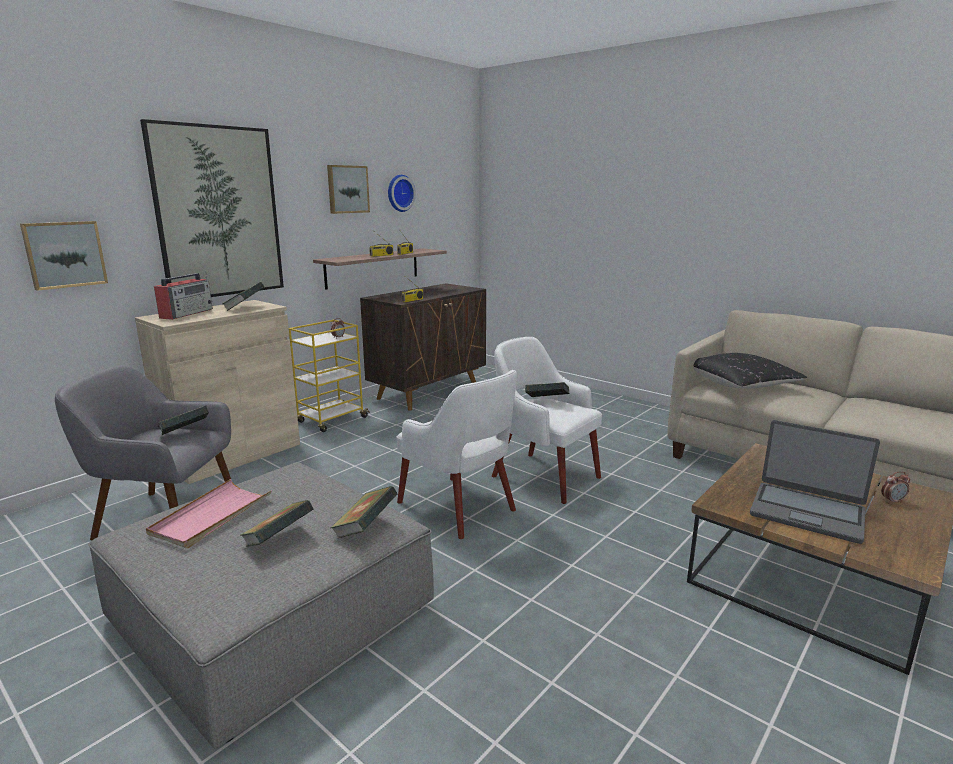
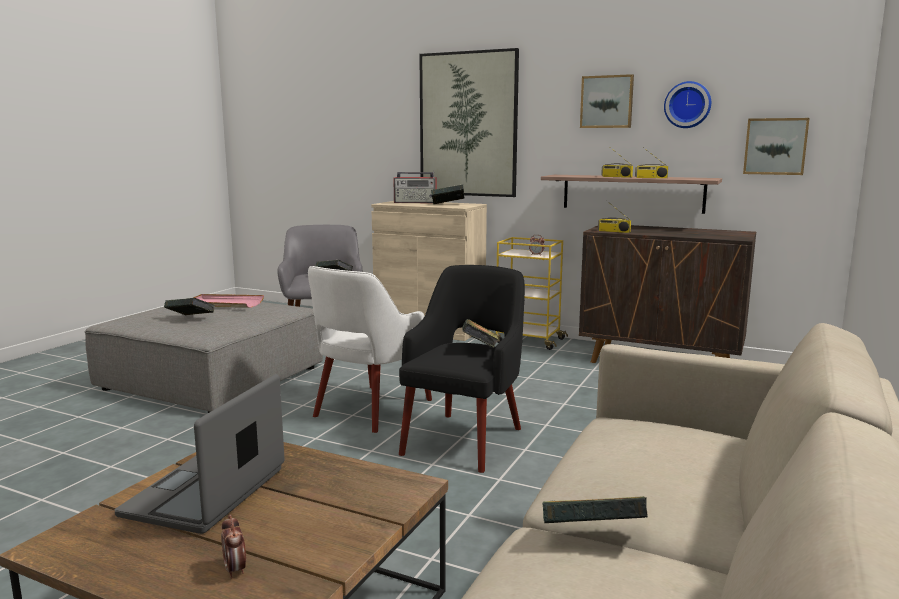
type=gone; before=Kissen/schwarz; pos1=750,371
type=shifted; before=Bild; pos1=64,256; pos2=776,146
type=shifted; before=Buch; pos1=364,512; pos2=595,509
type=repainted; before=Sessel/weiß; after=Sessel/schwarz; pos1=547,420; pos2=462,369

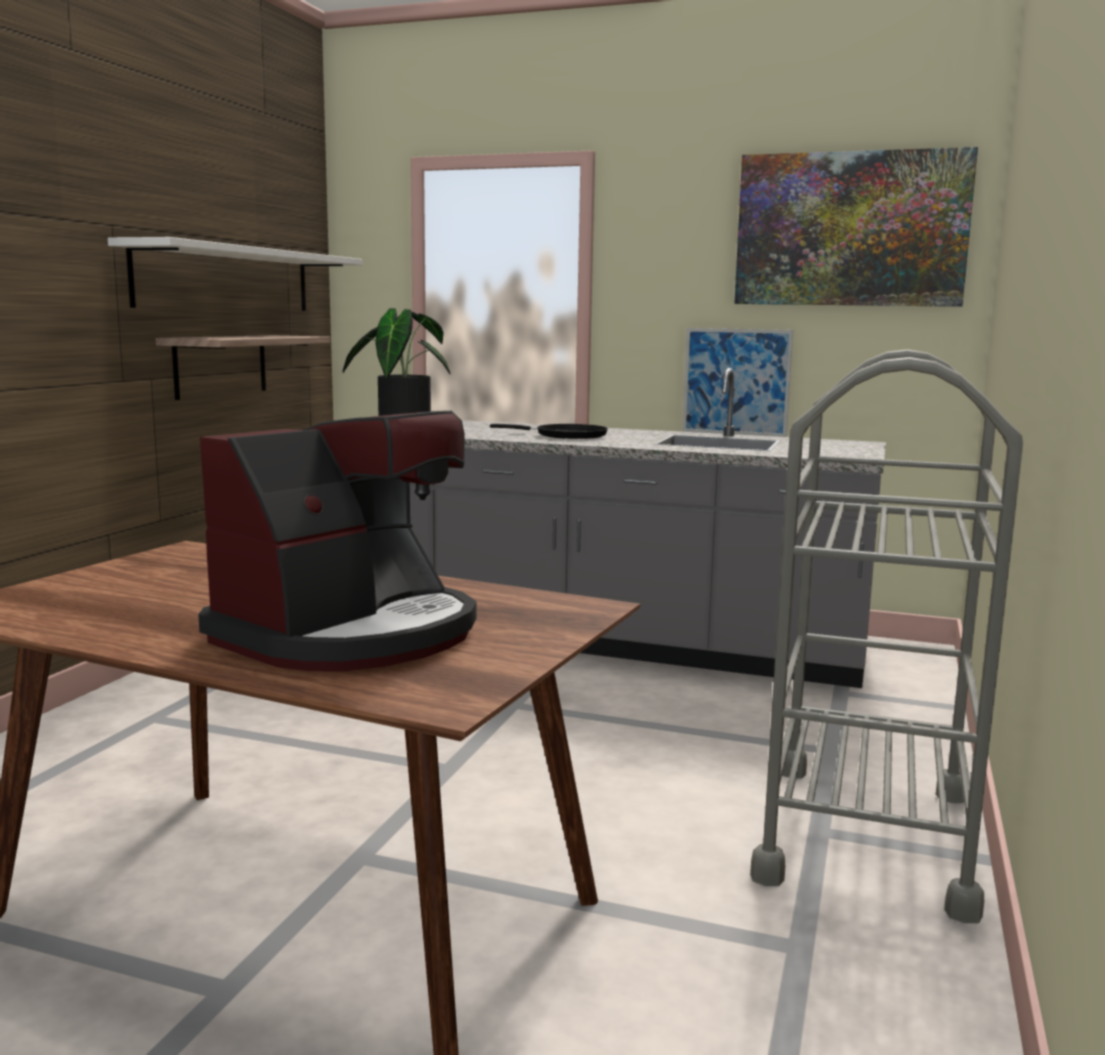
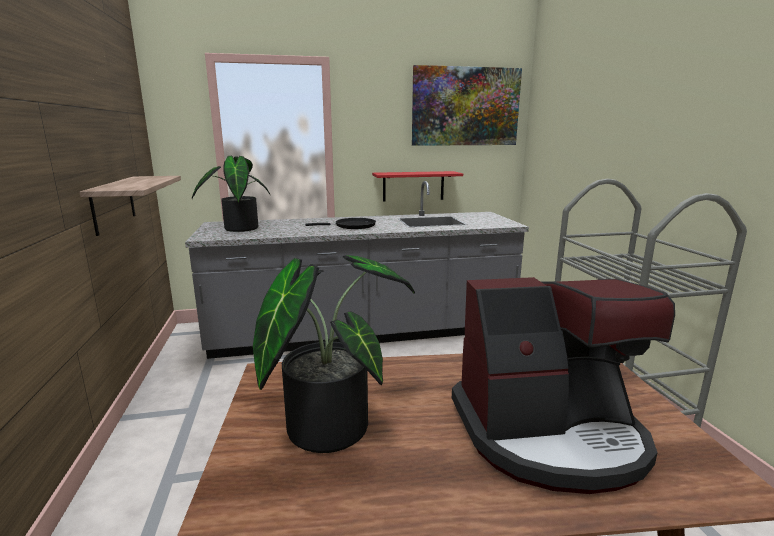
type=gone; before=Wandregal/weiß; pos1=235,274
type=new; after=Topfpflanze; pos2=334,354
type=swapped; before=Bild; after=Wandregal/rot; pos1=737,382; pos2=417,186
type=rotated; before=Kaffeemaschine; pos1=337,541; pos2=563,385; turn=75

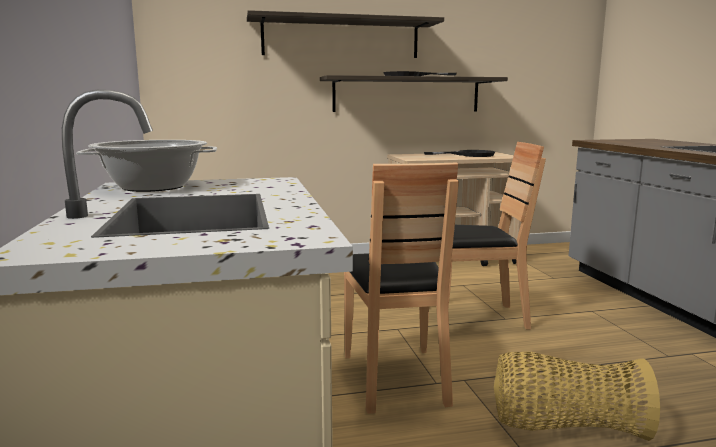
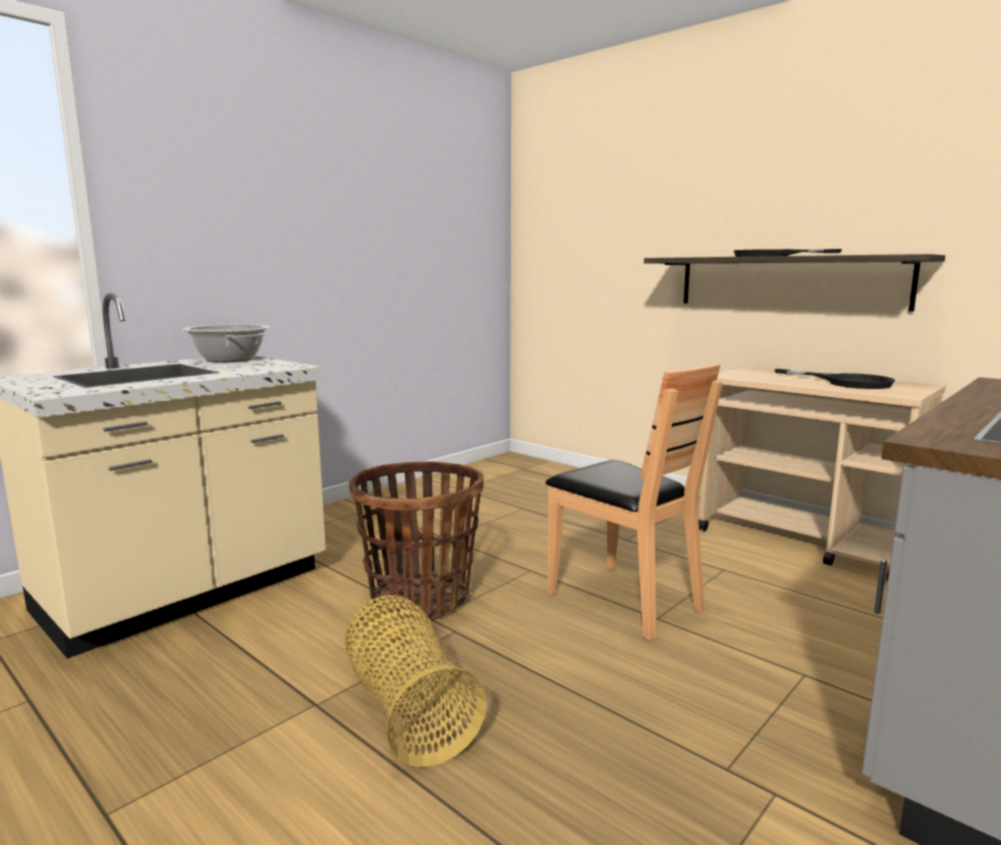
type=gone; before=Wandregal; pos1=345,34
type=swapped; before=Stuhl/braun; after=Korb; pos1=401,288; pos2=416,541

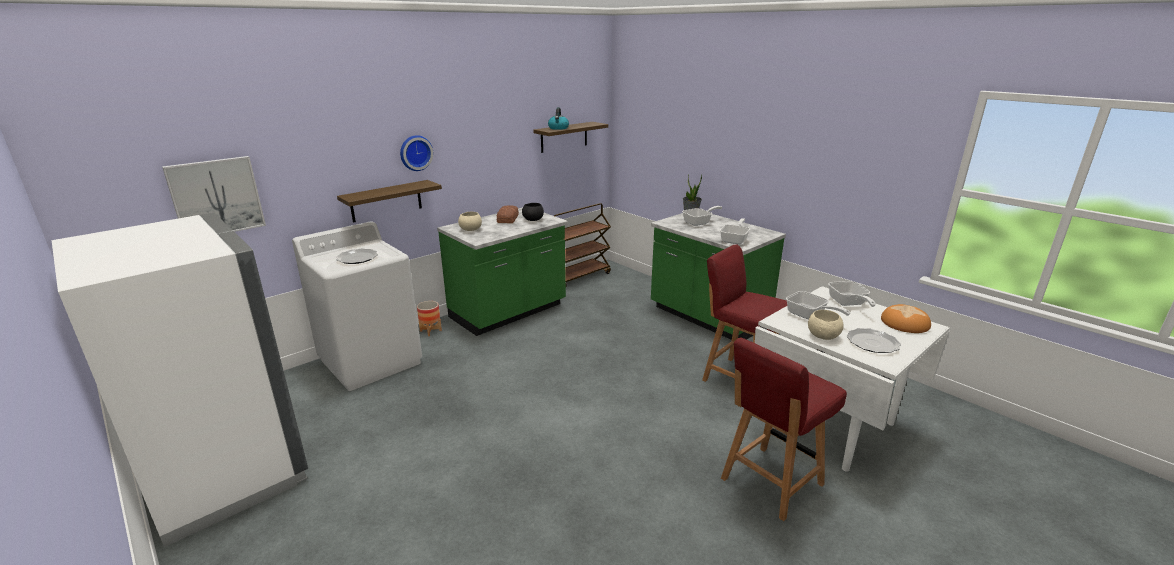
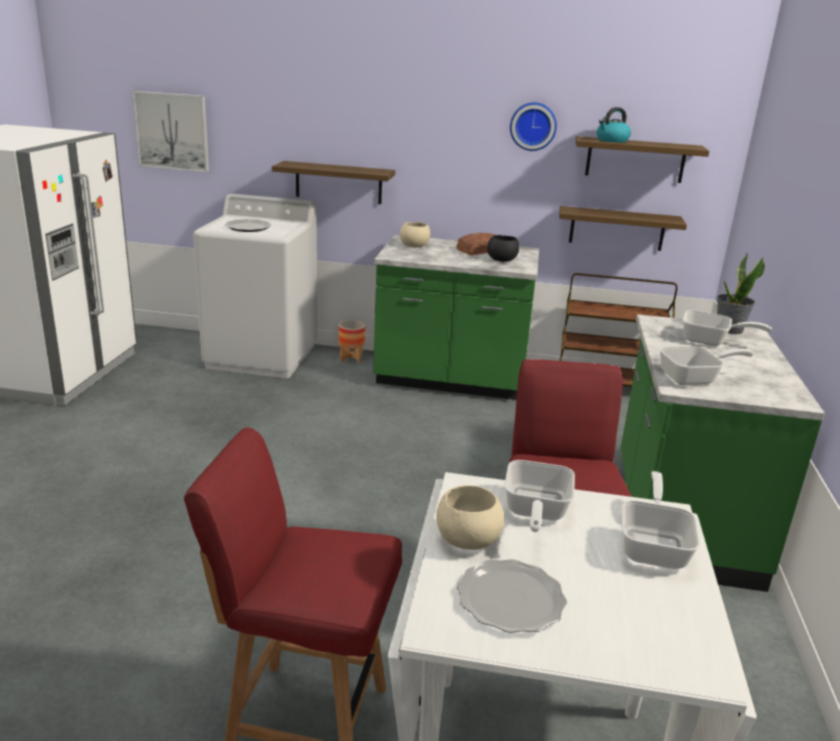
type=gone; before=Brot; pos1=906,318
type=new; after=Wandregal; pos2=623,228
type=shifted; before=Wanduhr; pos1=416,153; pos2=533,126
type=rotated; before=Pfanne; pos1=852,294; pos2=661,520; turn=150

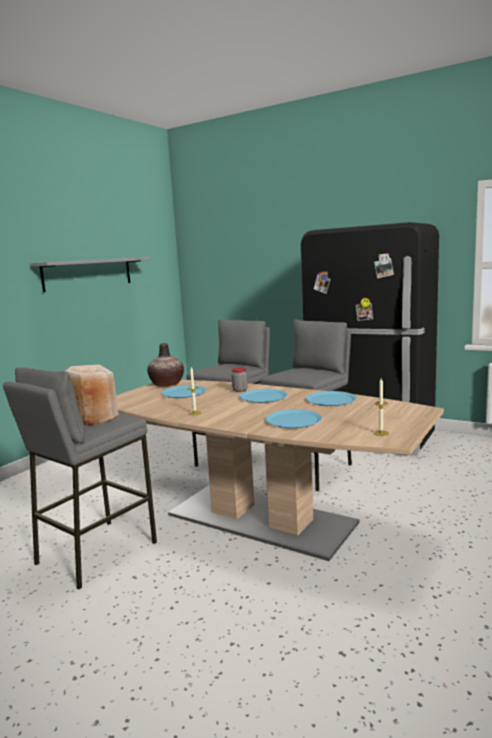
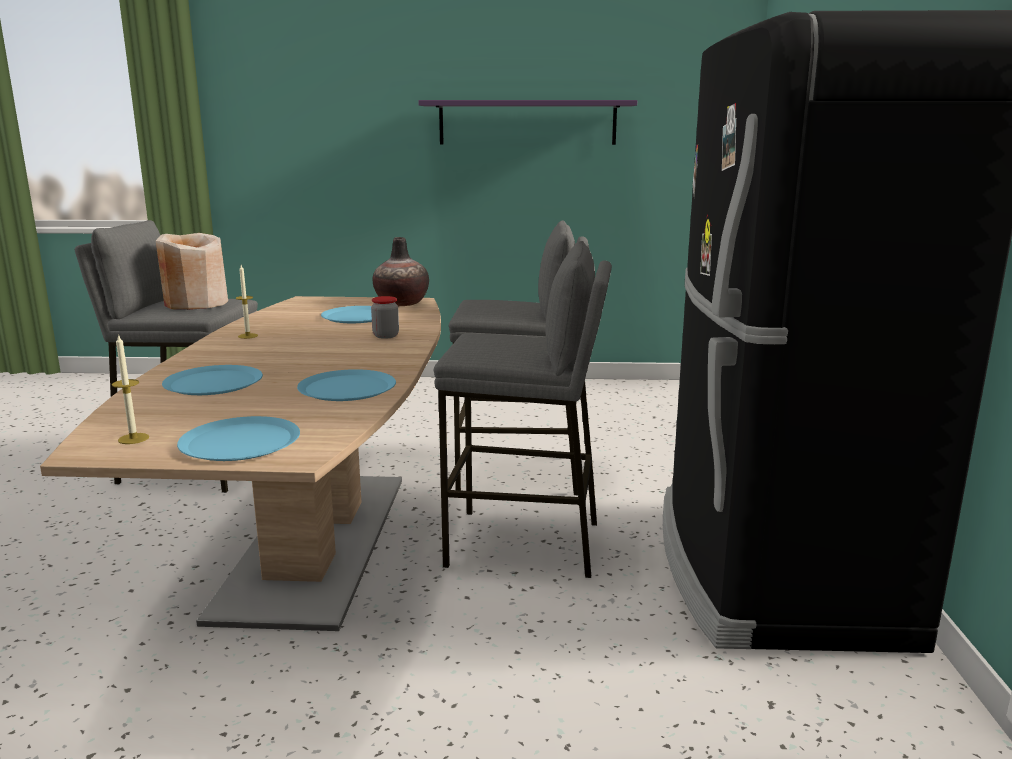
type=shifted; before=Teller/blau; pos1=263,396; pos2=238,438
type=repainted; before=Wandregal/grau; after=Wandregal/lila; pos1=90,274; pos2=527,122

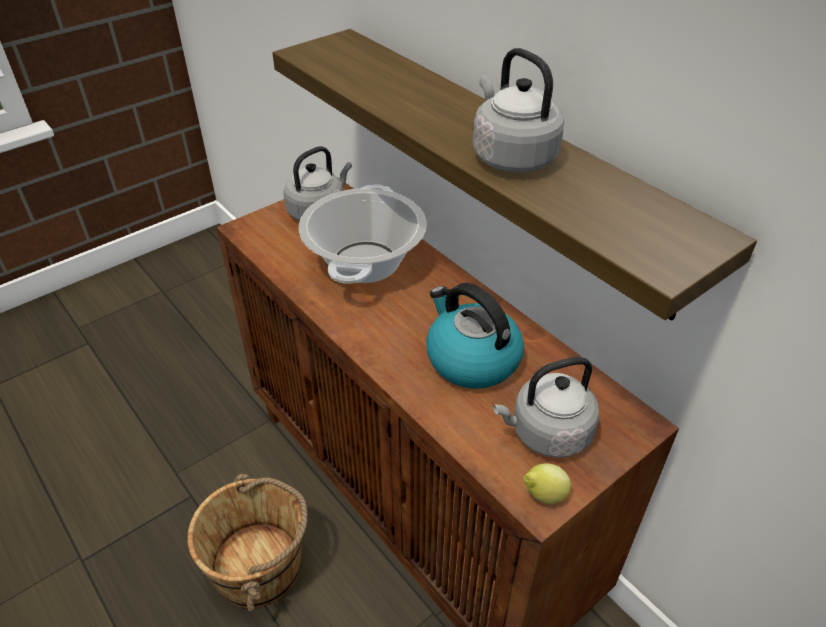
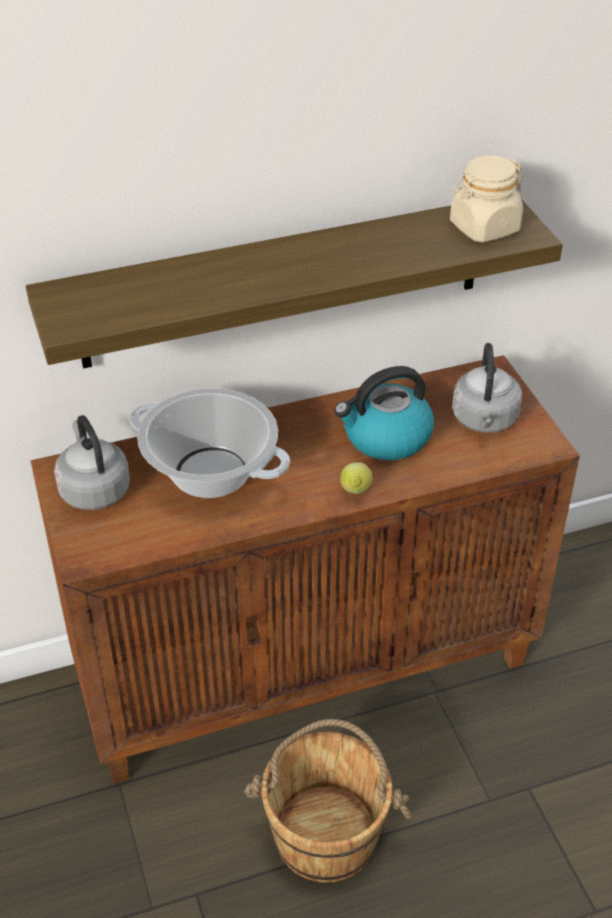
type=gone; before=Wasserkessel/grau; pos1=518,110
type=new; after=Vorratsglas/beige; pos2=486,199
type=shifted; before=Zitrone; pos1=547,483; pos2=356,478

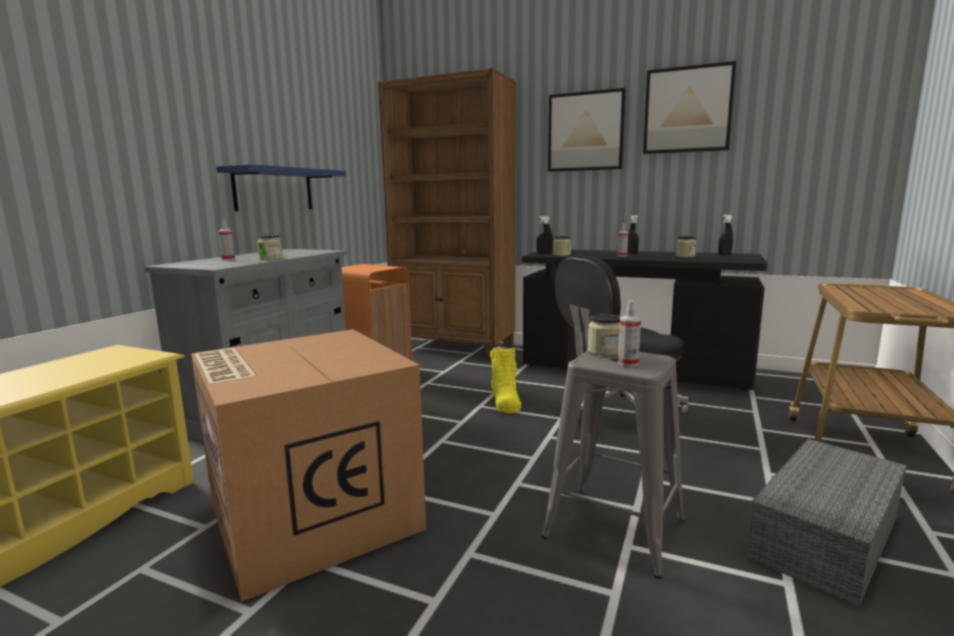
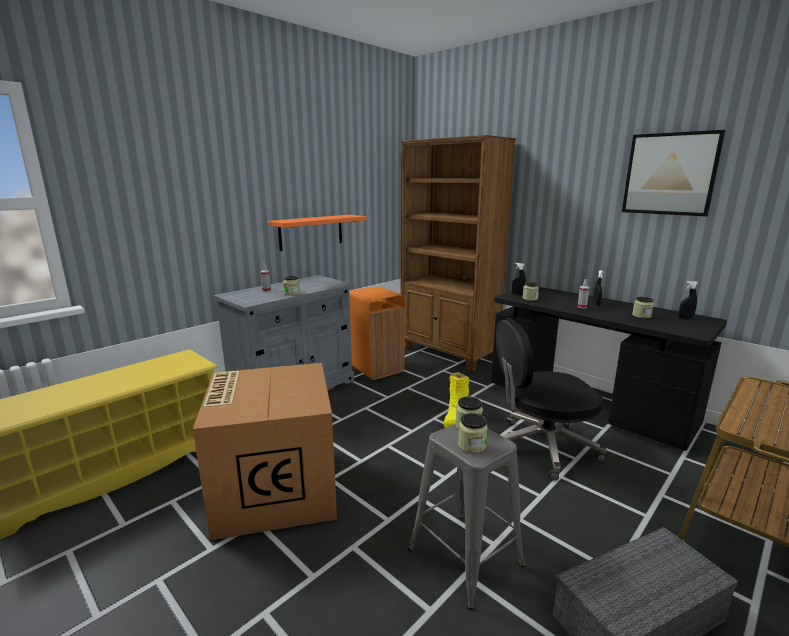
type=gone; before=Bild; pos1=587,130
type=swapped; before=Sprühflasche; after=Vorratsglas; pos1=629,333; pos2=473,433
type=repainted; before=Wandregal/blau; after=Wandregal/orange; pos1=281,187; pos2=316,233

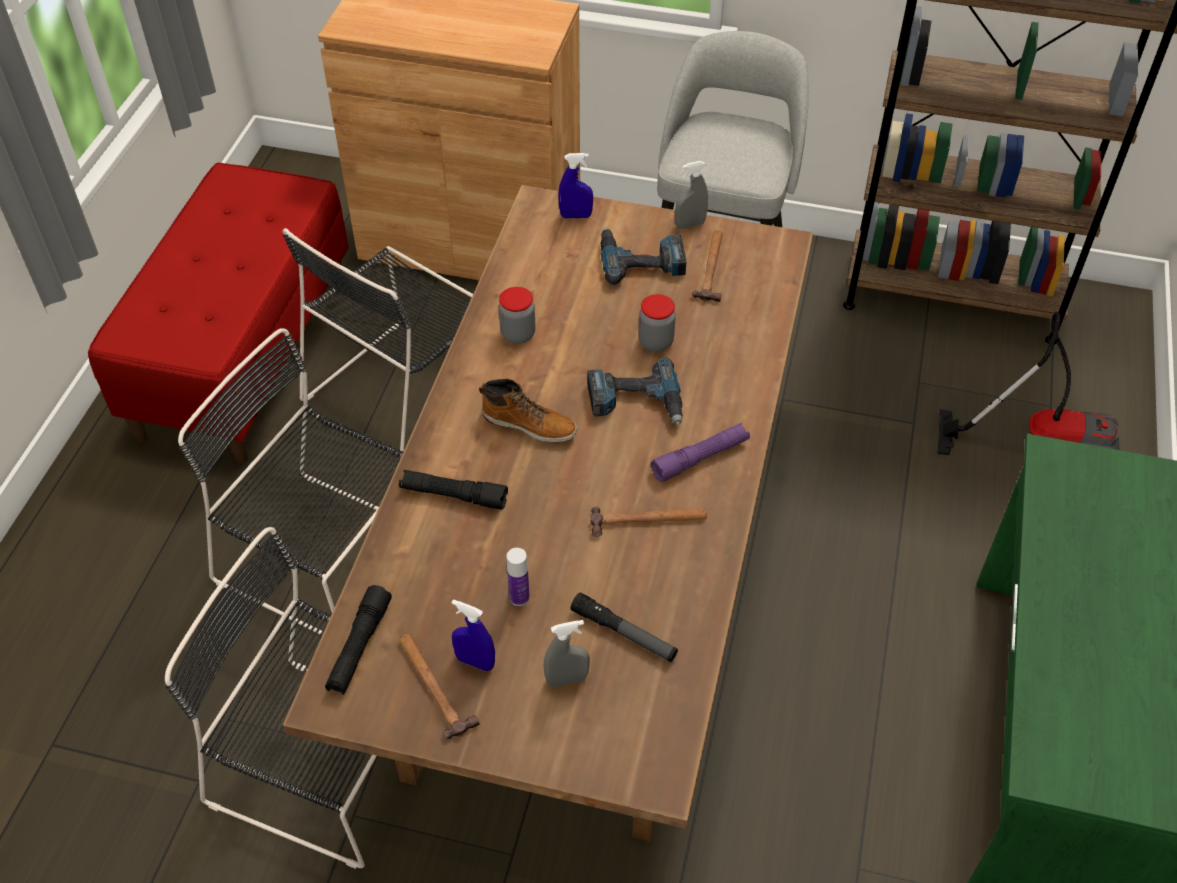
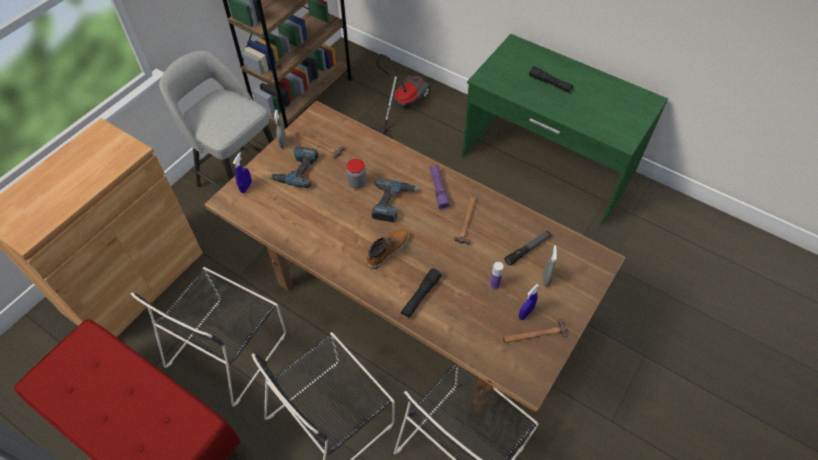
type=gone; before=Vorratsglas; pos1=517,315
type=shifted; before=Taschenlampe/schwarz; pos1=358,640; pos2=551,79
type=rotated; before=Stuhl/schwarz; pos1=377,339; pos2=208,337; turn=60

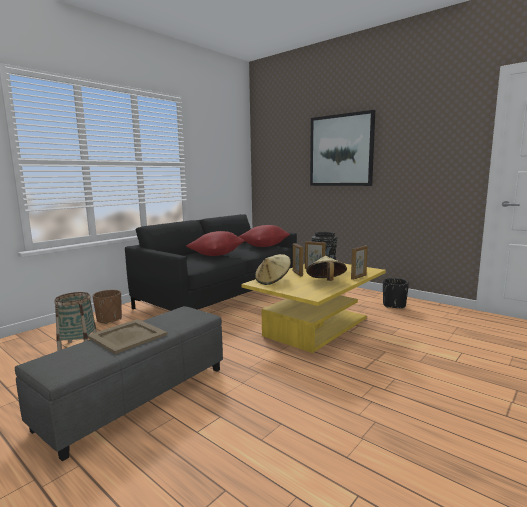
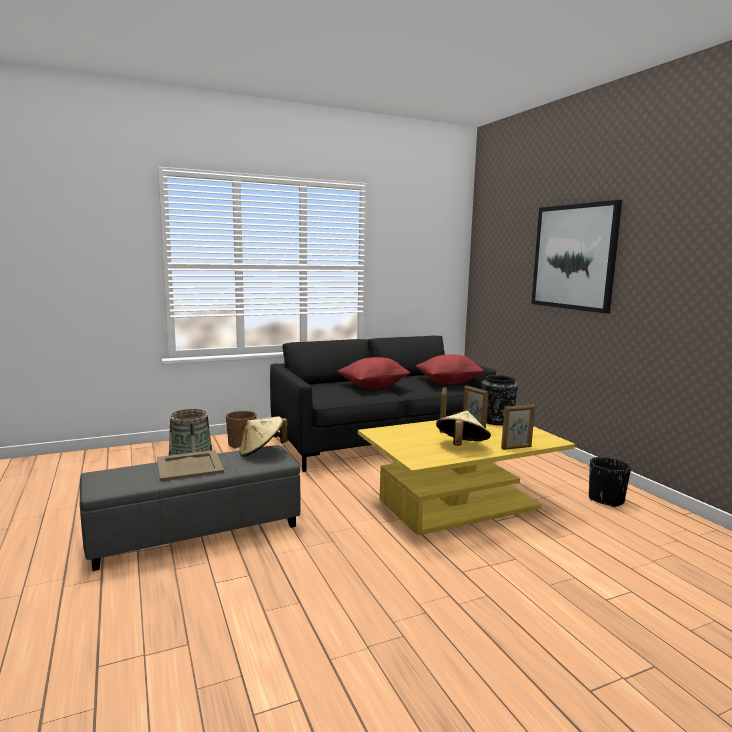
type=shifted; before=Hut/beige; pos1=273,269; pos2=263,436

